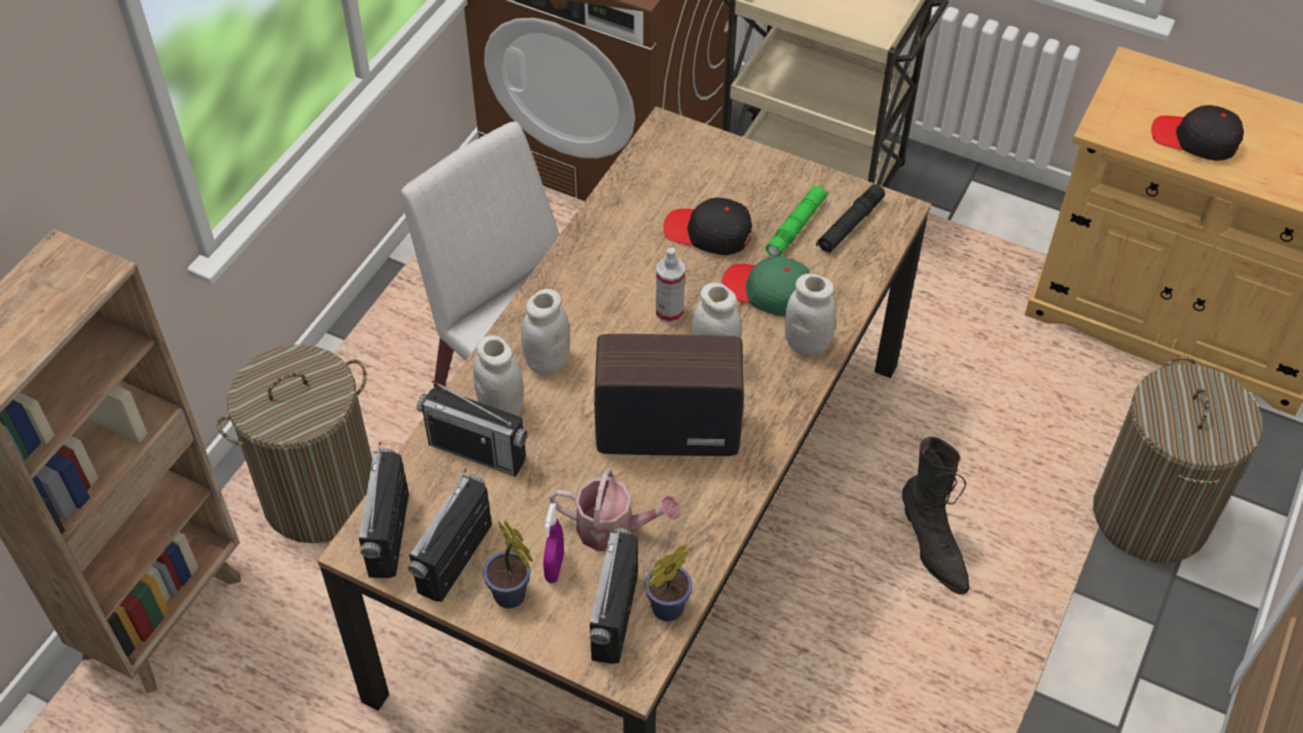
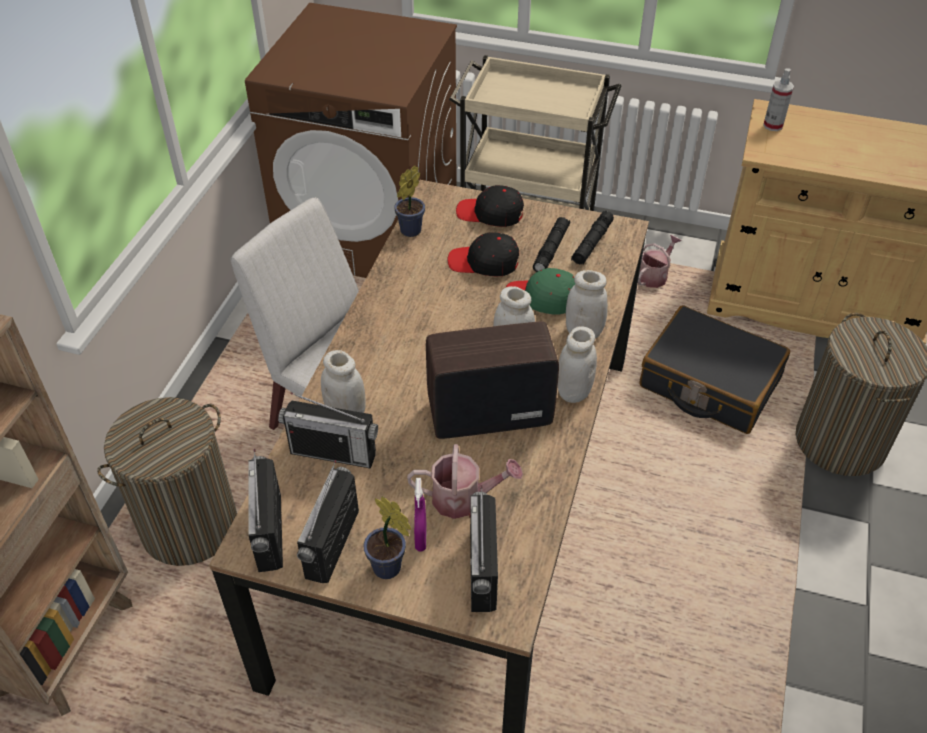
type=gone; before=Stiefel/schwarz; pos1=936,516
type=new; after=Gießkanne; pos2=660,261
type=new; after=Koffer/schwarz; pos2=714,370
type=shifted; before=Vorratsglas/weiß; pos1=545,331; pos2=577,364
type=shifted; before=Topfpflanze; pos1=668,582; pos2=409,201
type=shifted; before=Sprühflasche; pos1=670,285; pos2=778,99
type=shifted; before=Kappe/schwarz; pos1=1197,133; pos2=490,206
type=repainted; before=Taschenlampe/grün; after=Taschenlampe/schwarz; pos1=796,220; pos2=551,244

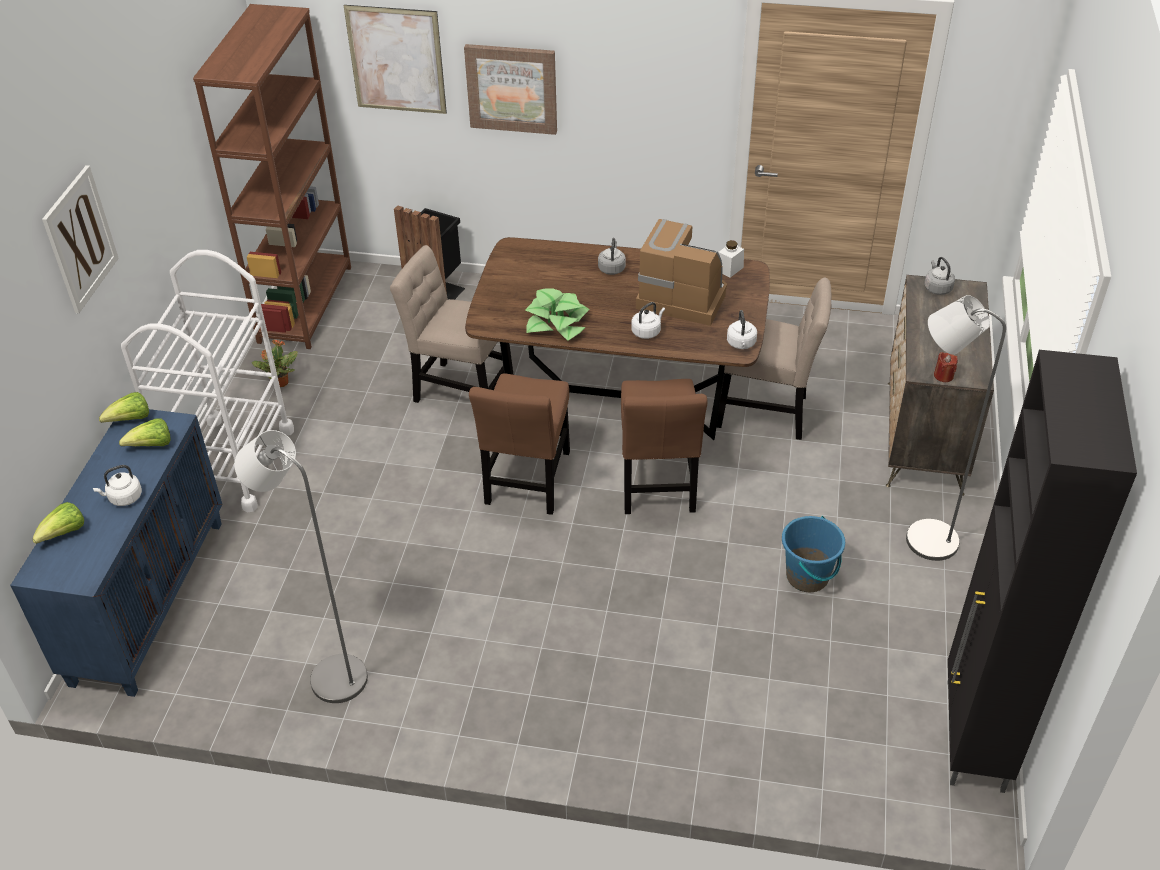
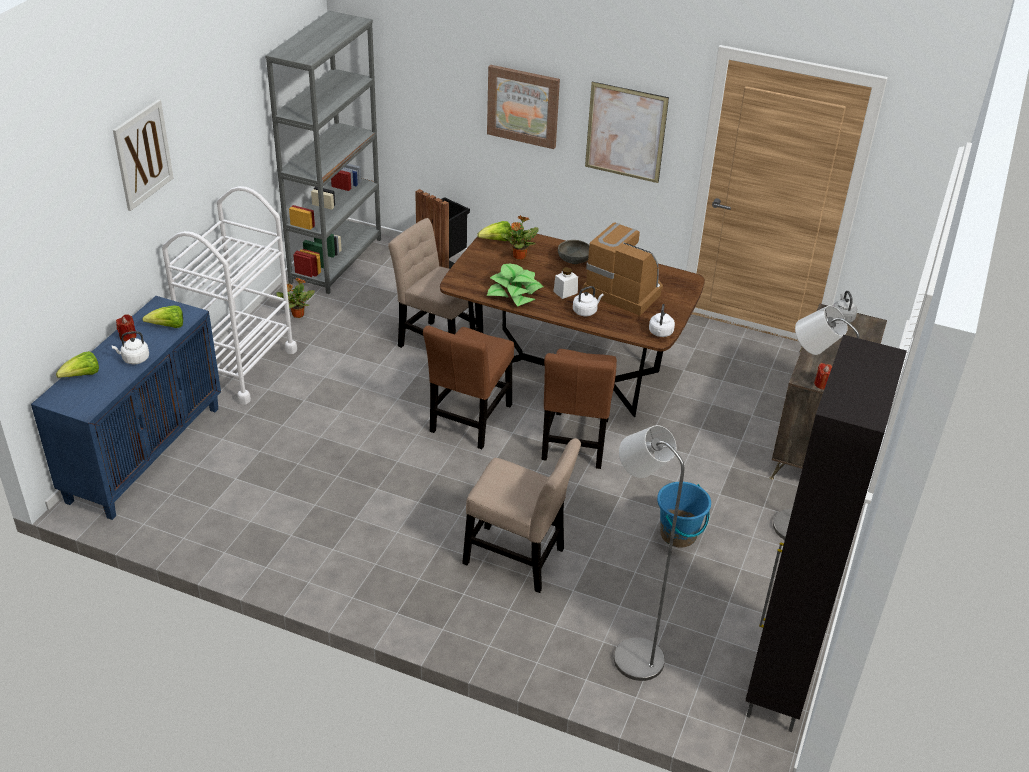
type=new; after=Kerze/rot; pos2=126,327
type=new; after=Topfpflanze; pos2=520,237
type=shifted; before=Salatkopf; pos1=124,407; pos2=494,231
type=shifted; before=Stehlampe/grau; pos1=301,566; pos2=649,553
type=shifted; before=Bild; pos1=395,59; pos2=627,132
type=shifted; before=Stuhl/beige; pos1=774,358; pos2=521,515
type=shifted; before=Vorratsglas/weiß; pos1=731,259; pos2=565,283
type=swapped; before=Wasserkessel/grau; after=Schüssel/grau; pos1=612,256; pos2=573,252
type=repainted; before=Bücherregal/braun; after=Bücherregal/grau; pos1=272,176; pos2=323,152

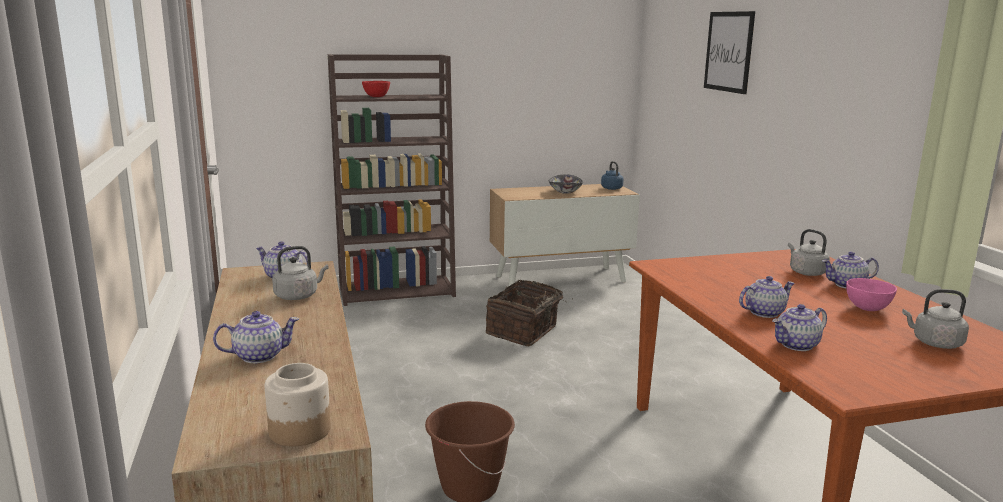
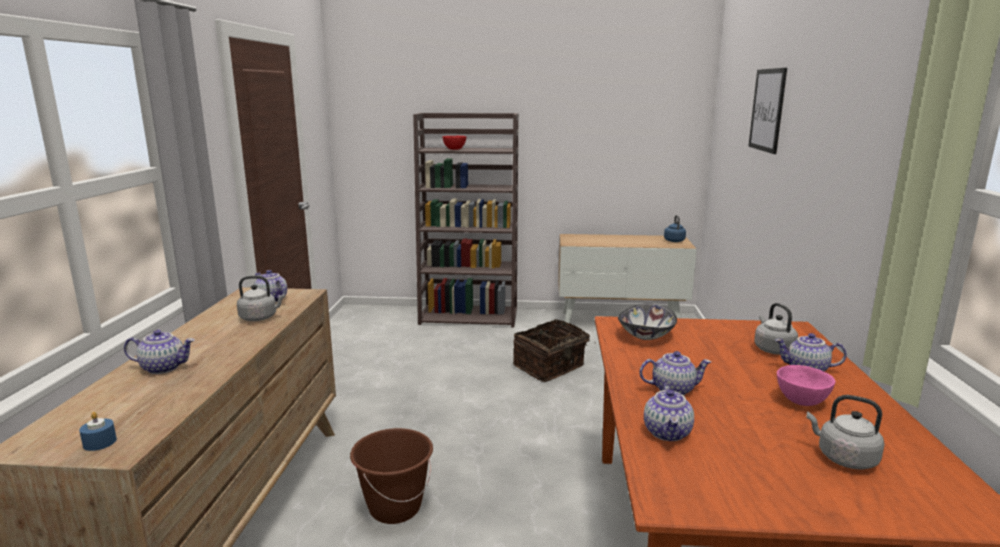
type=shifted; before=Schüssel; pos1=566,184; pos2=647,322
type=swapped; before=Vorratsglas; after=Kerze/blau; pos1=298,404; pos2=98,431
type=rotated; before=Teekanne; pos1=799,327; pos2=669,412; turn=-75

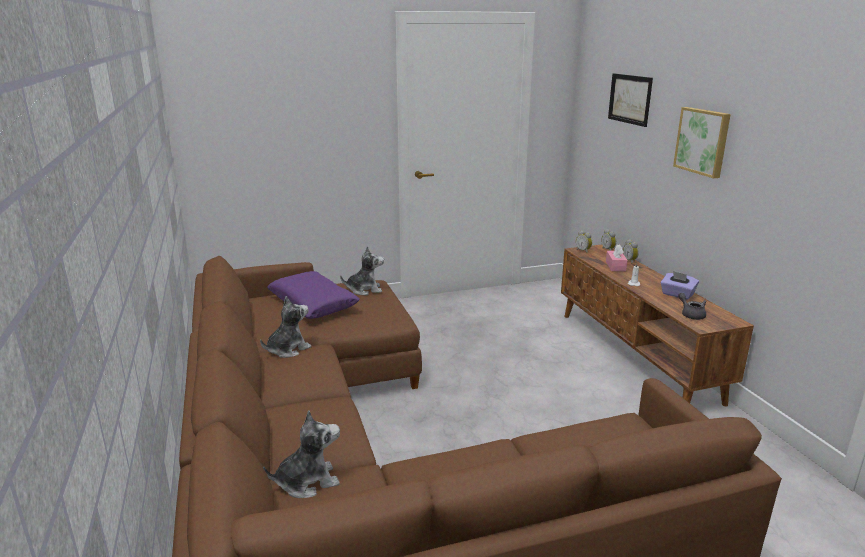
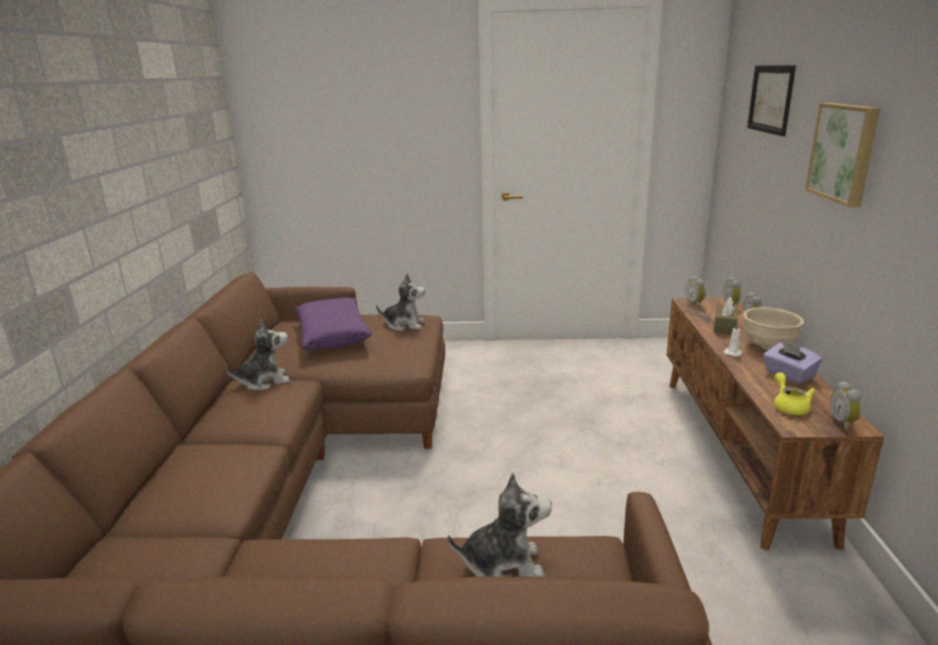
type=new; after=Schüssel/beige; pos2=773,328
type=new; after=Wecker; pos2=846,405
type=shifted; before=Plüschtier; pos1=301,454; pos2=499,525
type=repainted; before=Taschentuchbox/rosa; after=Taschentuchbox/braun; pos1=617,257; pos2=726,316
type=repainted; before=Teekanne/grau; after=Teekanne/gelb; pos1=692,306; pos2=795,393

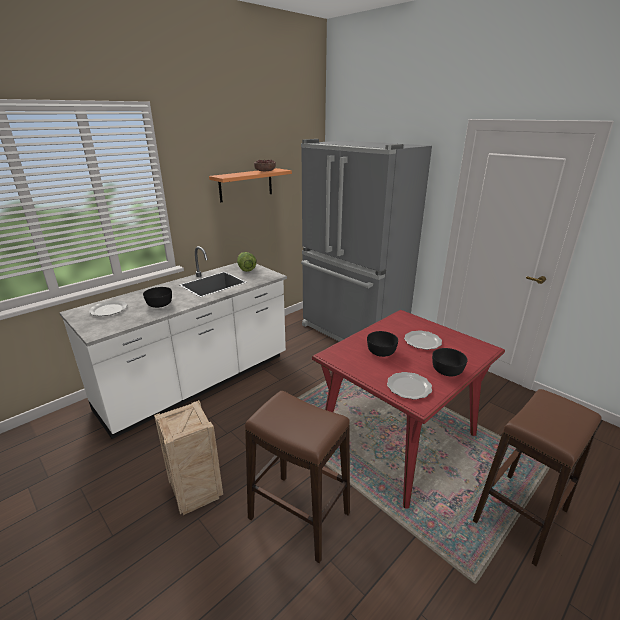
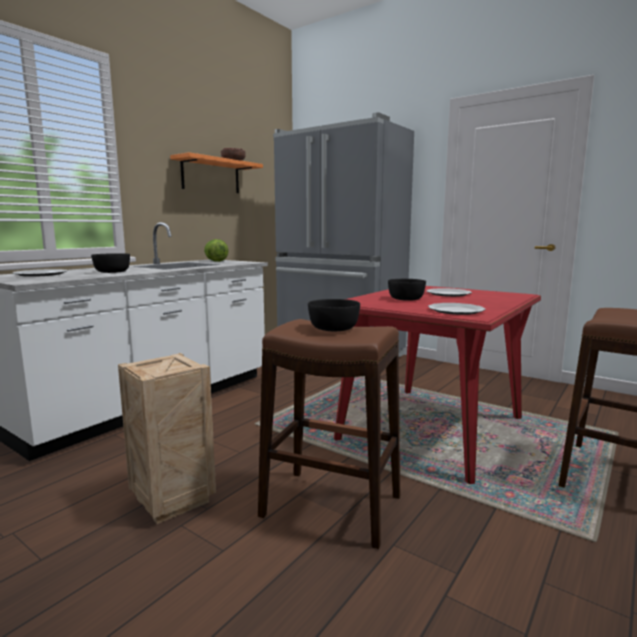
type=shifted; before=Schüssel/schwarz; pos1=450,362; pos2=334,315

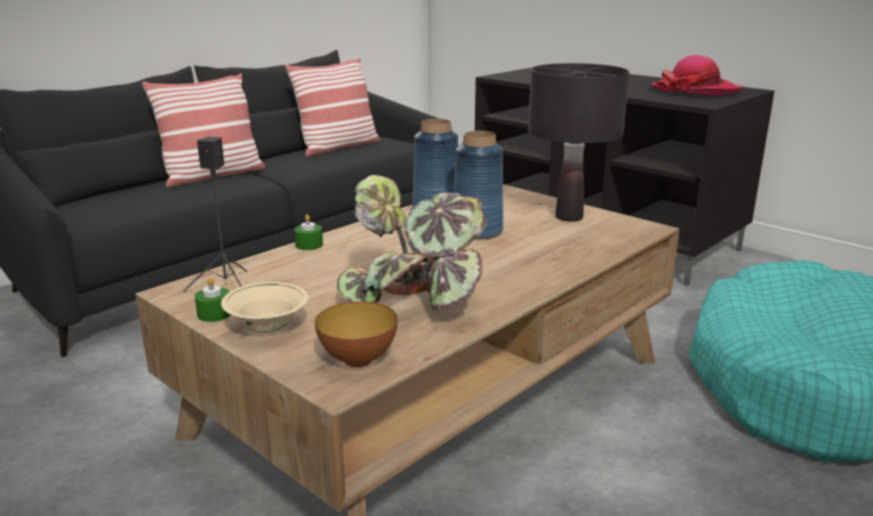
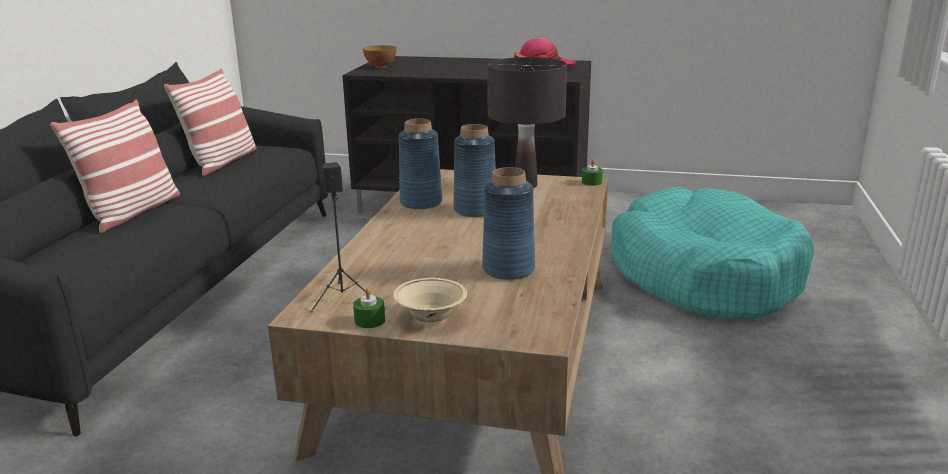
type=shifted; before=Kerze/grün; pos1=308,232; pos2=592,172
type=shifted; before=Schüssel; pos1=356,334; pos2=380,56
type=swapped; before=Topfpflanze; after=Vase/blau; pos1=412,243; pos2=508,223

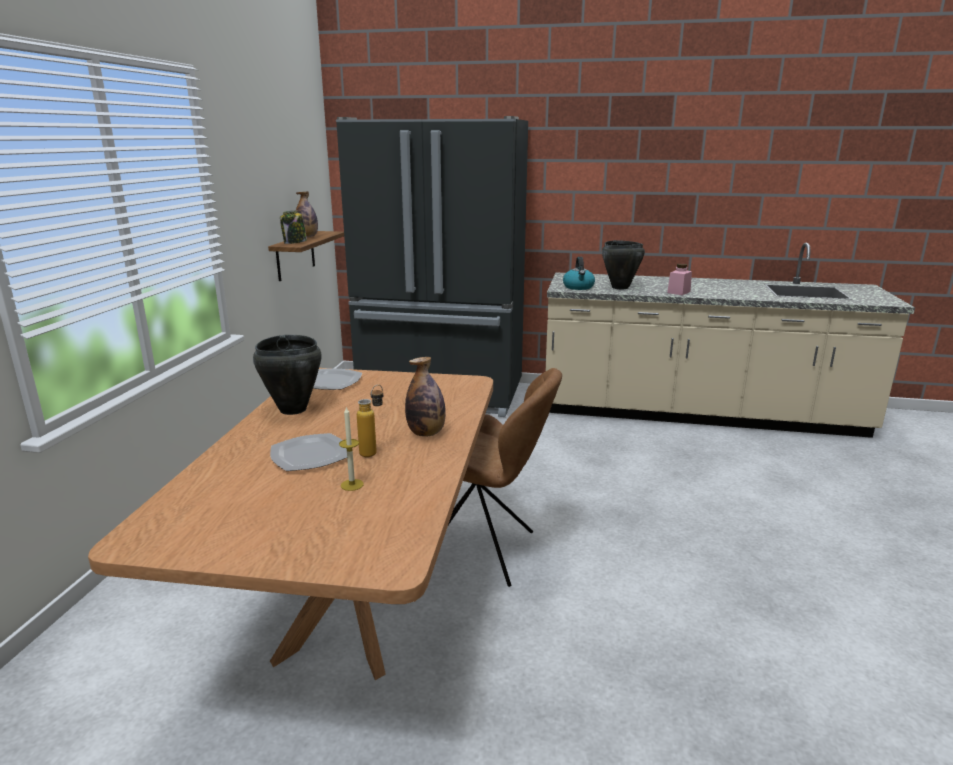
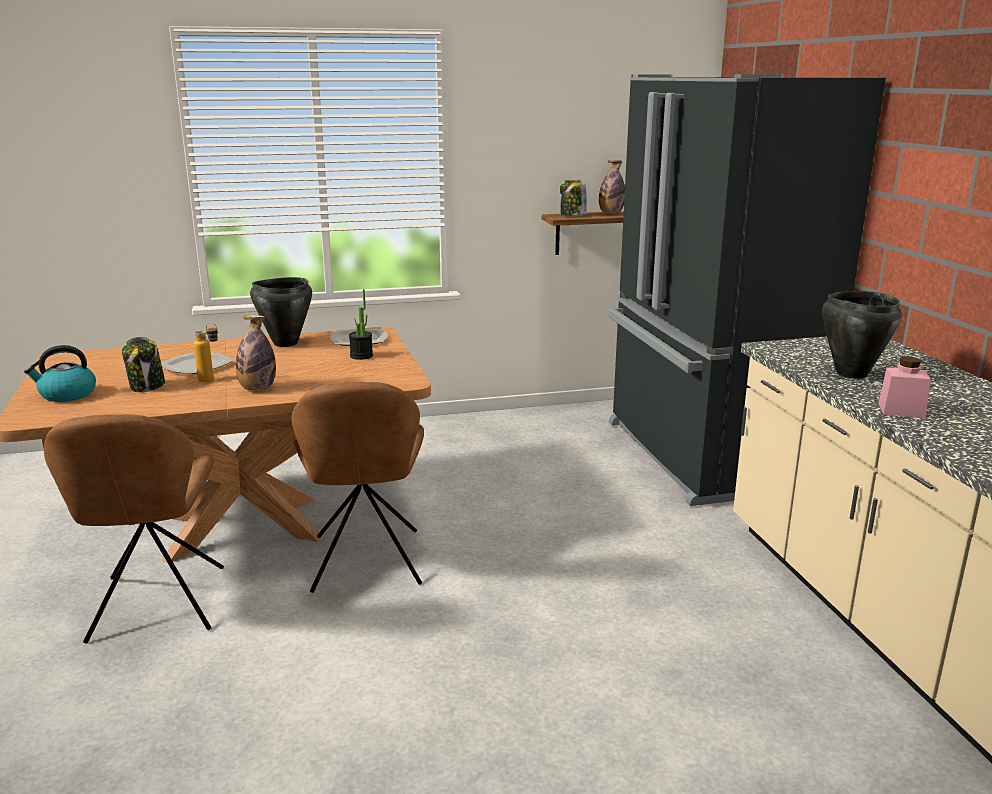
type=new; after=Stuhl/braun; pos2=134,529
type=new; after=Topfpflanze; pos2=361,324
type=shifted; before=Wasserkessel; pos1=579,273; pos2=60,373
type=swapped; before=Kerze; after=Vorratsglas; pos1=351,449; pos2=143,364

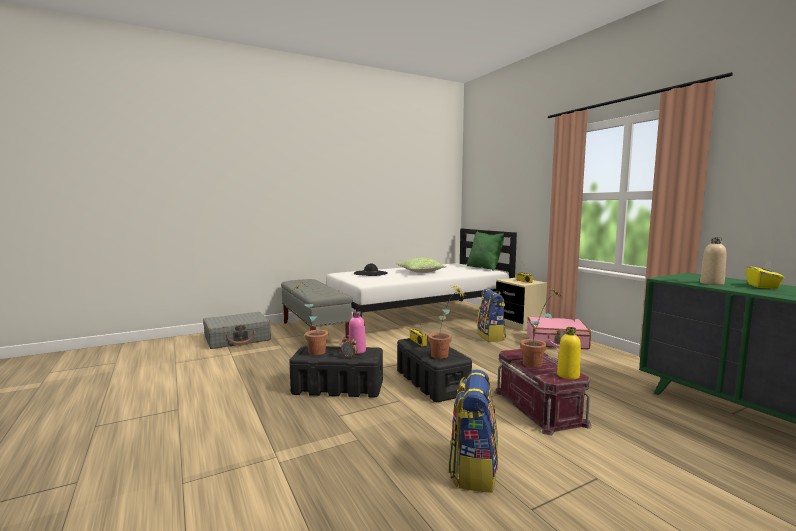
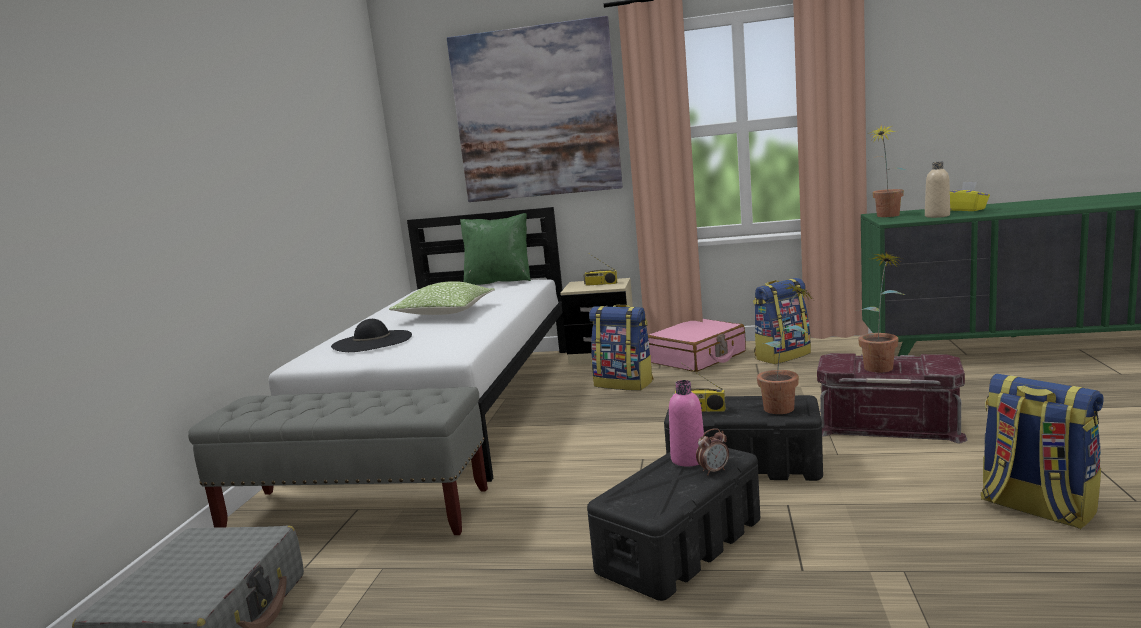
type=gone; before=Flasche/gelb; pos1=569,353
type=new; after=Bild; pos2=535,109
type=new; after=Rucksack; pos2=782,321
type=shifted; before=Topfpflanze; pos1=309,319; pos2=886,170

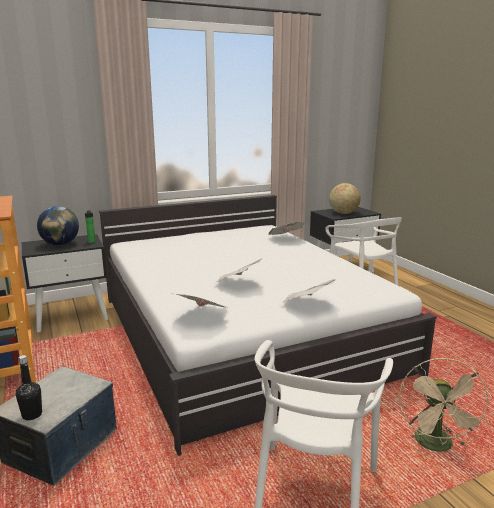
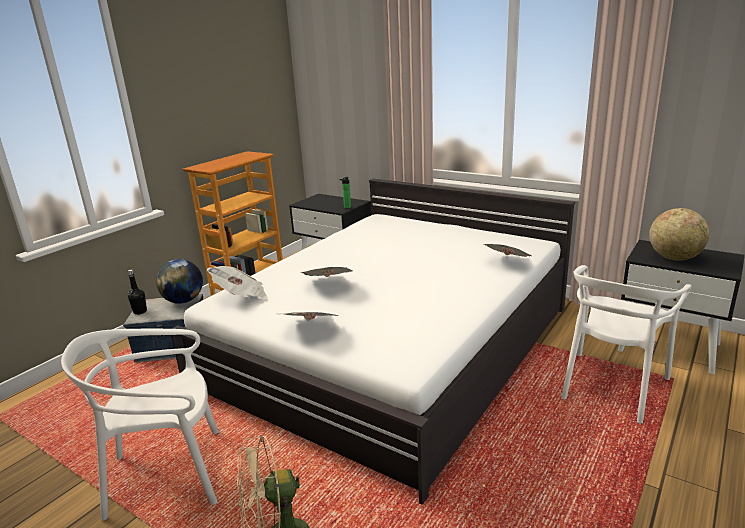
type=shifted; before=Globus; pos1=58,225; pos2=179,281

